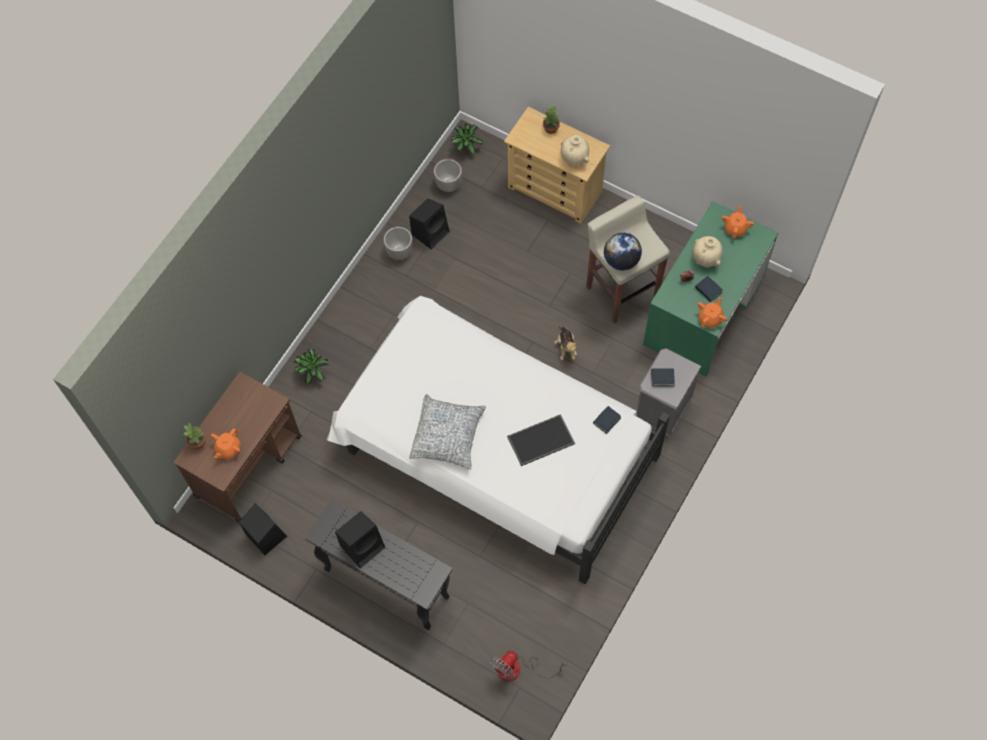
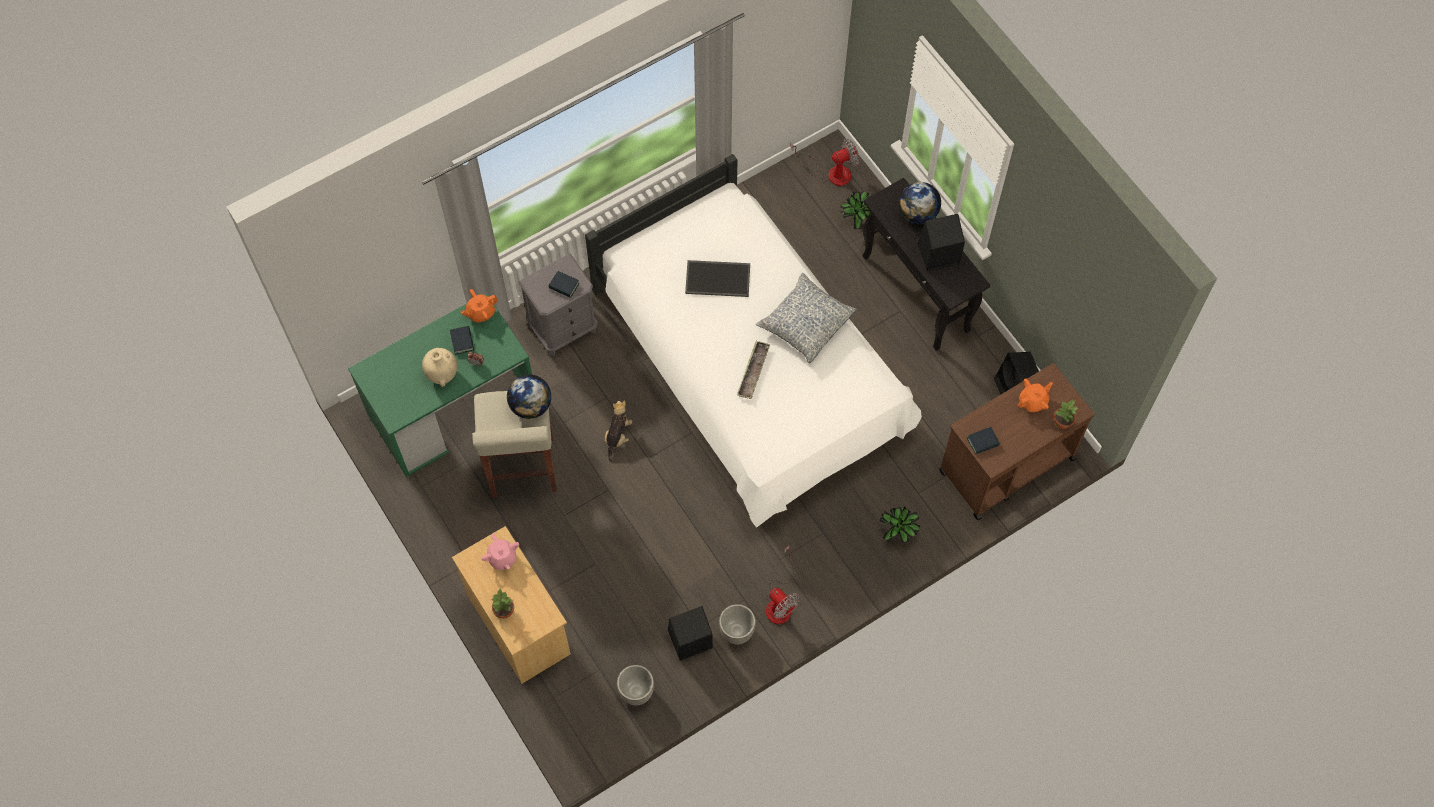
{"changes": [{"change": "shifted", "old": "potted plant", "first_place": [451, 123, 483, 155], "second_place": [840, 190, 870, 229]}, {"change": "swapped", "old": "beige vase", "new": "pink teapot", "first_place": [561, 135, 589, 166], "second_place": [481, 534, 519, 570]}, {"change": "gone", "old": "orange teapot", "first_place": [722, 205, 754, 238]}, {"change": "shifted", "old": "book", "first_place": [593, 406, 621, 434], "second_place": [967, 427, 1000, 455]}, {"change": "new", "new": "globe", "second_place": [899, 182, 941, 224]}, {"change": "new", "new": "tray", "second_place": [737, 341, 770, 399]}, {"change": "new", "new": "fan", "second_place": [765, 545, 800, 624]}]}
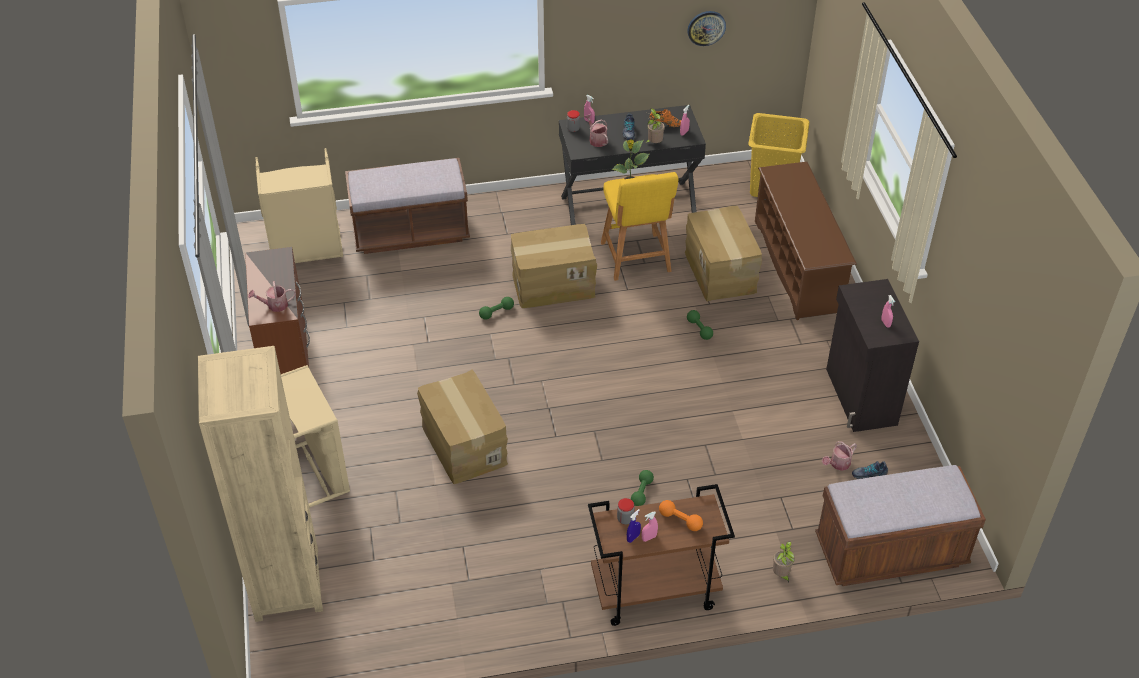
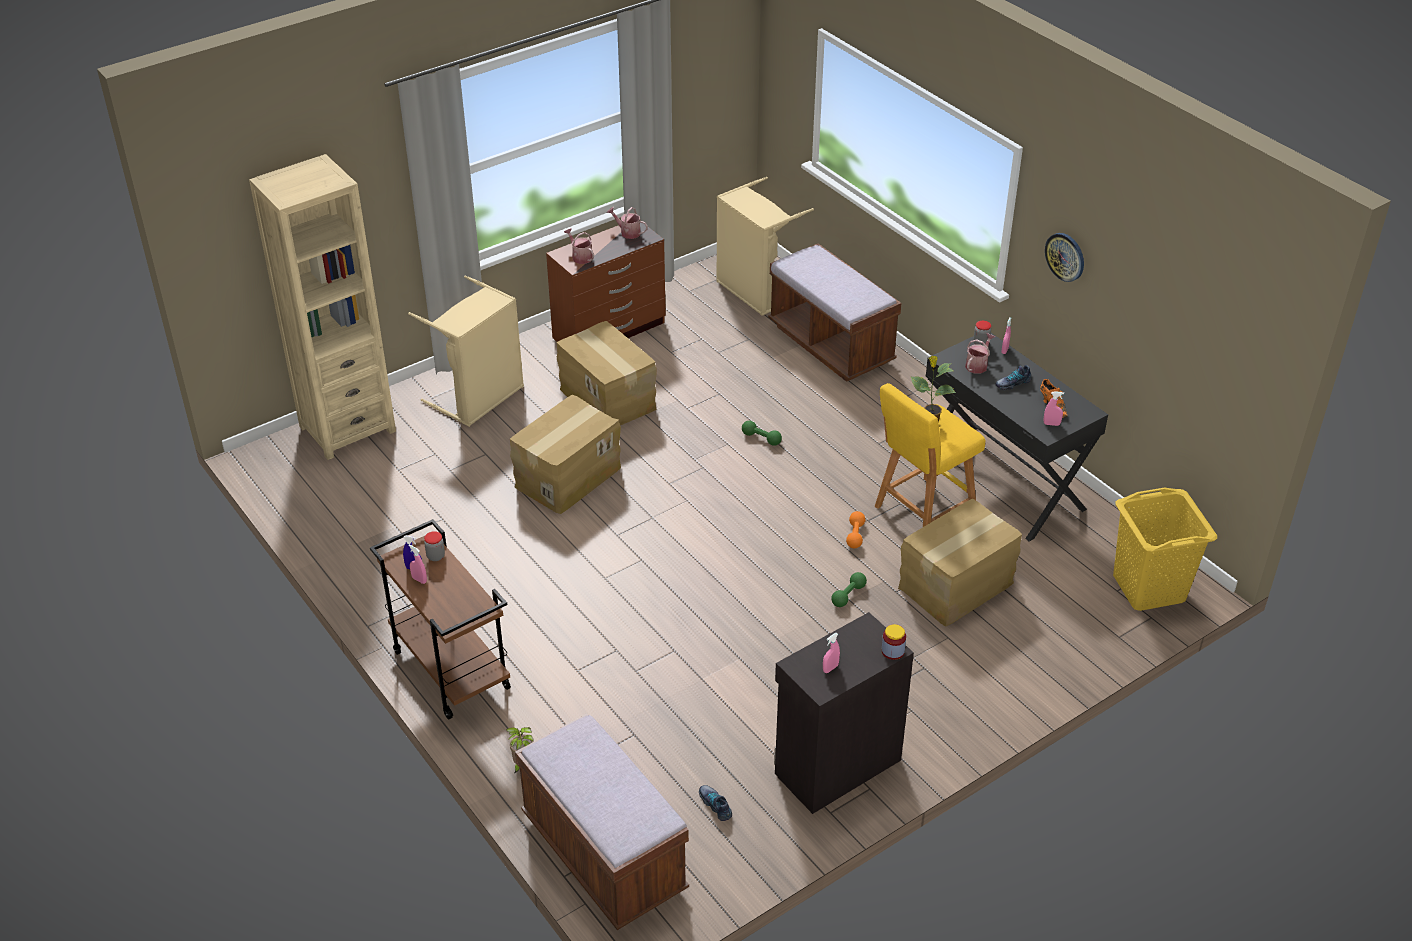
{"changes": [{"change": "shifted", "old": "wall clock", "first_place": [687, 11, 726, 46], "second_place": [1045, 233, 1084, 282]}, {"change": "gone", "old": "potted plant", "first_place": [645, 108, 665, 143]}, {"change": "gone", "old": "brown shoe rack", "first_place": [755, 162, 857, 320]}, {"change": "shifted", "old": "cardboard box", "first_place": [511, 224, 597, 308], "second_place": [557, 321, 657, 425]}, {"change": "shifted", "old": "watering can", "first_place": [822, 441, 857, 471], "second_place": [606, 207, 648, 239]}, {"change": "gone", "old": "green dumbbell", "first_place": [631, 470, 654, 506]}, {"change": "shifted", "old": "orange dumbbell", "first_place": [659, 500, 703, 531], "second_place": [846, 511, 865, 548]}, {"change": "new", "new": "jar", "second_place": [881, 624, 906, 660]}]}
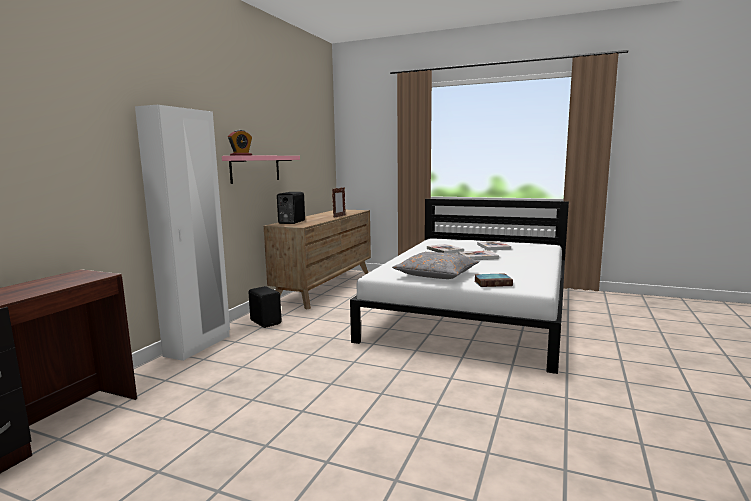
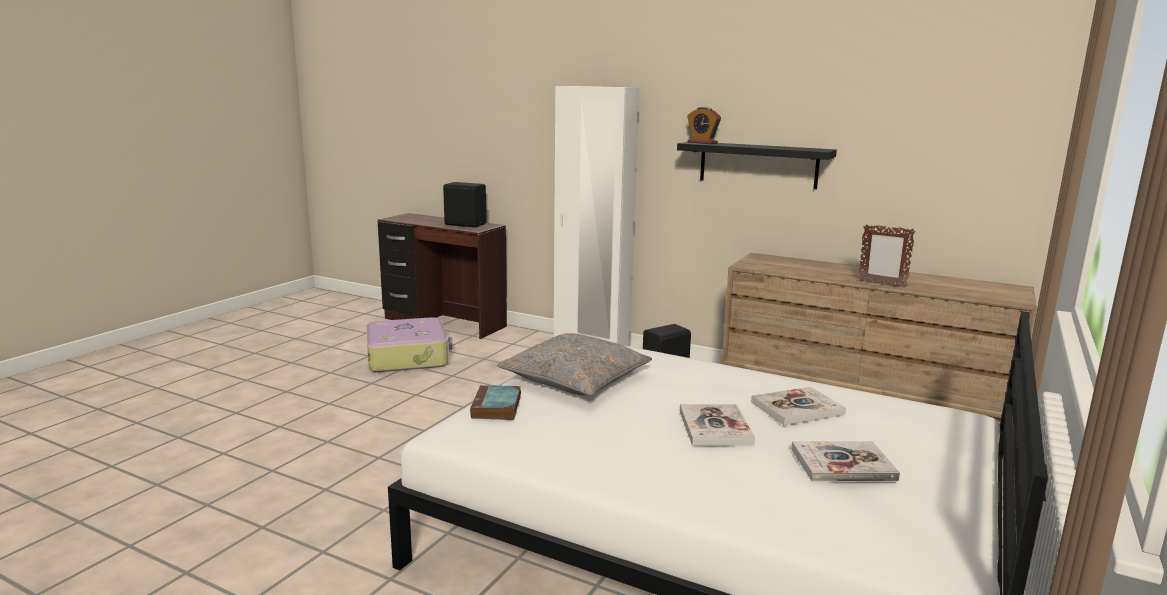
{"changes": [{"change": "repainted", "old": "pink shelf", "new": "black shelf", "first_place": [222, 155, 300, 184], "second_place": [677, 142, 837, 189]}, {"change": "shifted", "old": "black speaker", "first_place": [277, 192, 305, 224], "second_place": [443, 182, 486, 227]}, {"change": "new", "new": "suitcase", "second_place": [367, 317, 452, 372]}]}
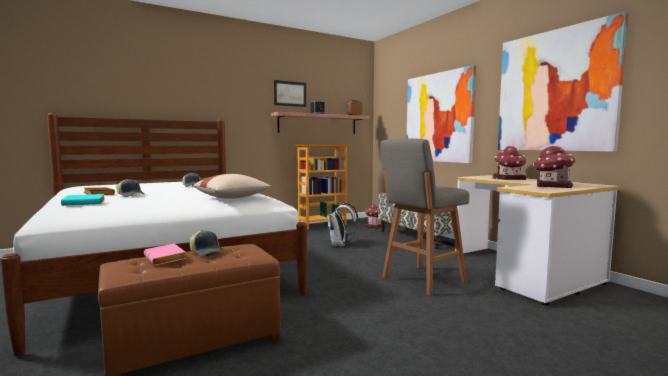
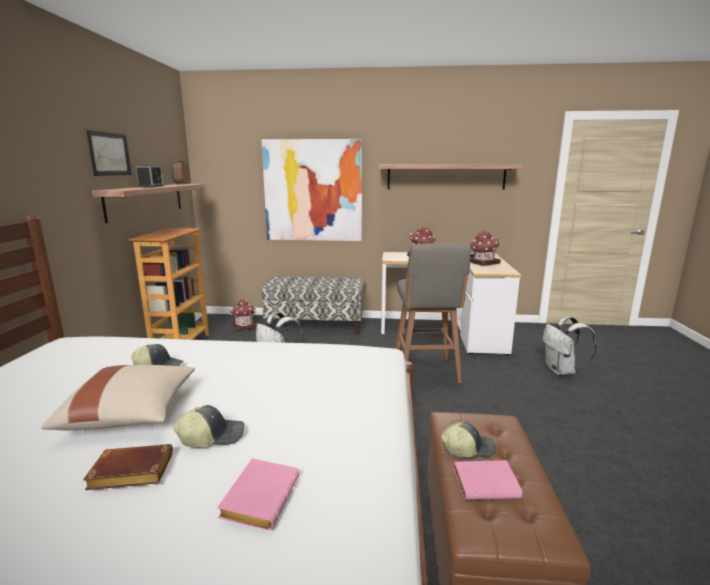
{"changes": [{"change": "swapped", "old": "picture", "new": "shelf", "first_place": [498, 11, 629, 152], "second_place": [378, 164, 523, 190]}, {"change": "shifted", "old": "beige pillow", "first_place": [193, 174, 271, 199], "second_place": [41, 365, 195, 430]}, {"change": "repainted", "old": "turquoise book", "new": "pink book", "first_place": [61, 194, 105, 206], "second_place": [217, 459, 299, 530]}, {"change": "new", "new": "white backpack", "second_place": [543, 317, 597, 375]}]}
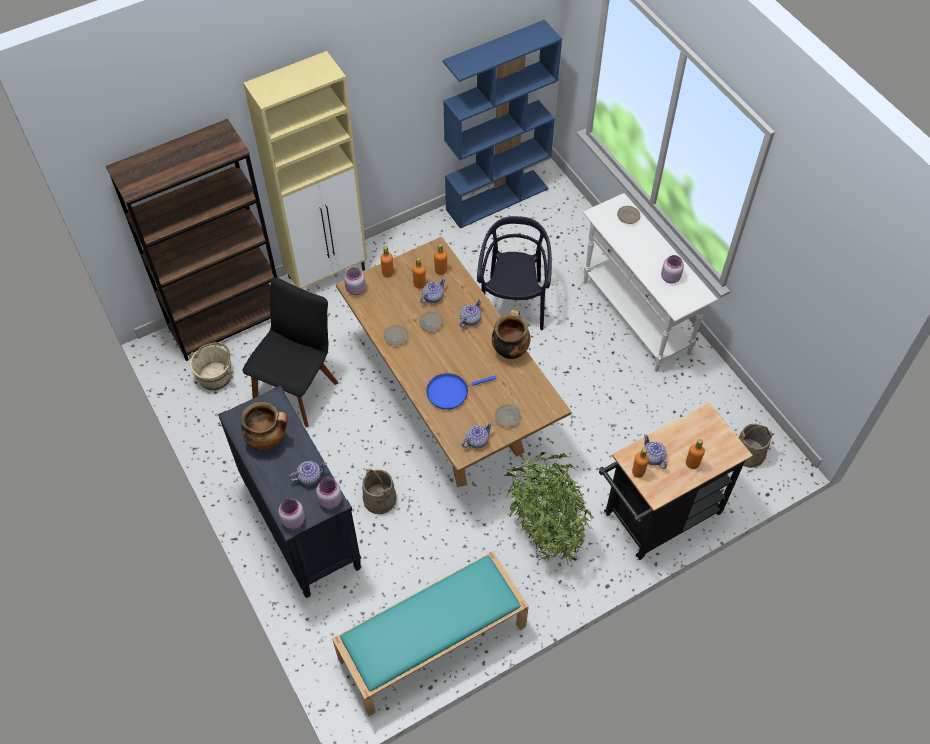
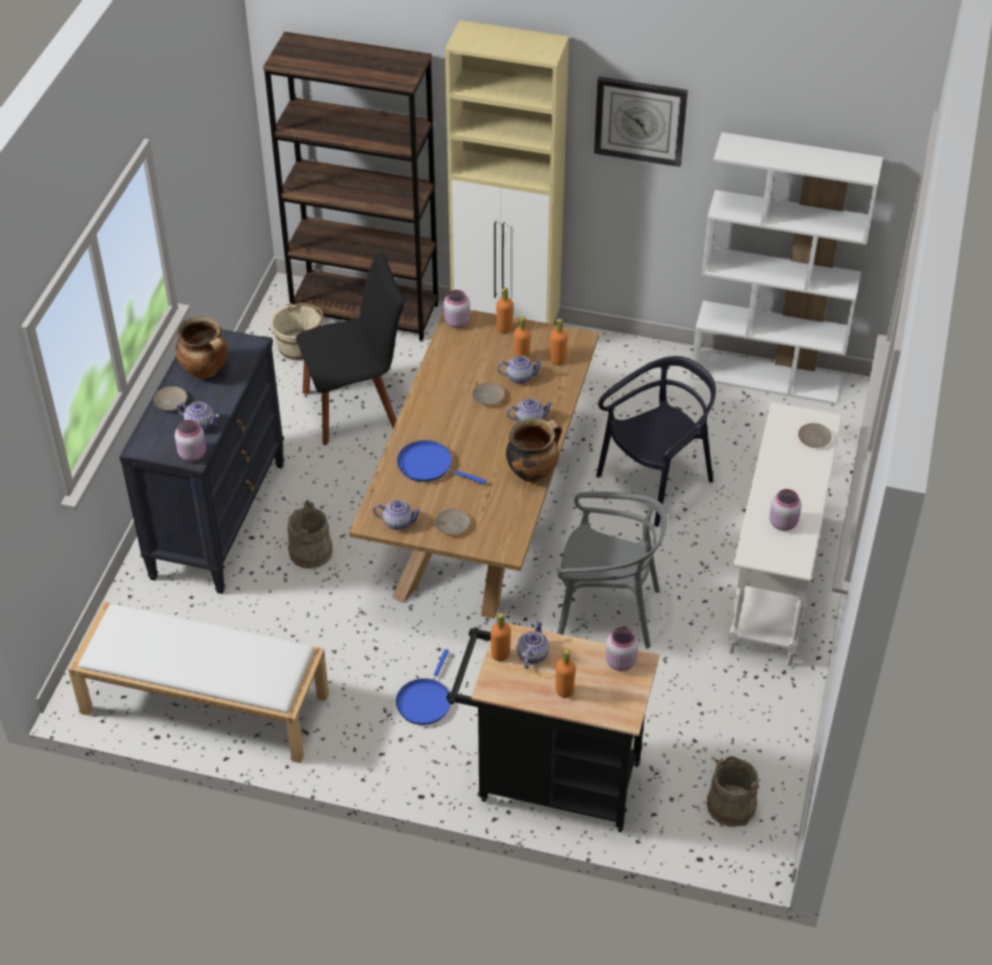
{"changes": [{"change": "repainted", "old": "blue bookcase", "new": "white bookcase", "first_place": [443, 20, 562, 229], "second_place": [690, 132, 883, 405]}, {"change": "shifted", "old": "beige plate", "first_place": [384, 325, 408, 345], "second_place": [154, 386, 187, 411]}, {"change": "swapped", "old": "potted plant", "new": "blue frying pan", "first_place": [504, 452, 593, 567], "second_place": [396, 649, 451, 725]}, {"change": "shifted", "old": "pink jar", "first_place": [278, 498, 305, 529], "second_place": [606, 627, 638, 671]}, {"change": "repainted", "old": "turquoise bench", "new": "white bench", "first_place": [332, 551, 529, 716], "second_place": [68, 602, 329, 763]}, {"change": "new", "new": "wall clock", "second_place": [594, 77, 688, 167]}, {"change": "new", "new": "grey chair", "second_place": [557, 492, 667, 648]}]}
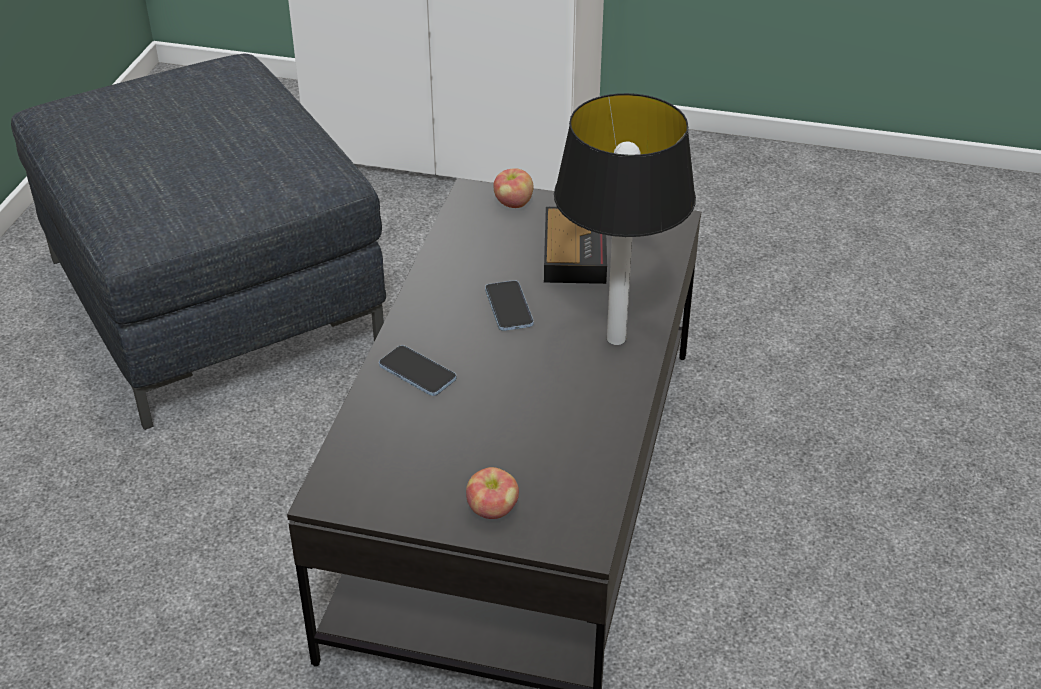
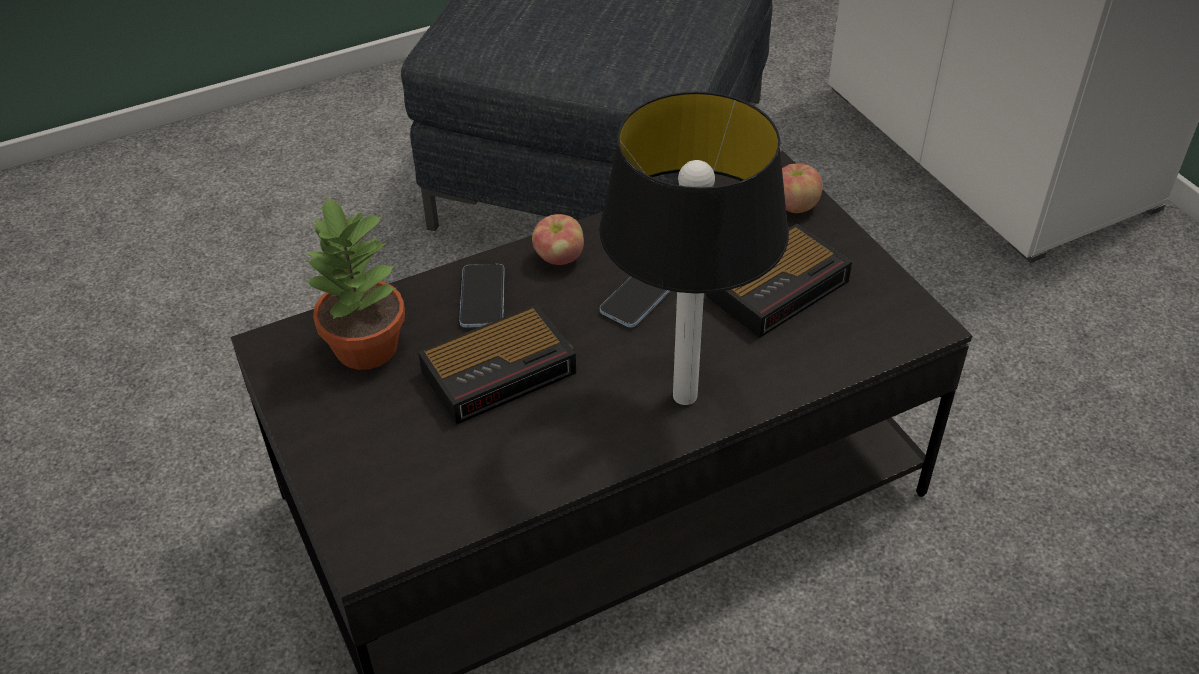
{"changes": [{"change": "shifted", "old": "apple", "first_place": [466, 467, 519, 519], "second_place": [532, 214, 584, 265]}, {"change": "new", "new": "potted plant", "second_place": [303, 194, 405, 370]}, {"change": "new", "new": "alarm clock", "second_place": [418, 304, 576, 425]}]}
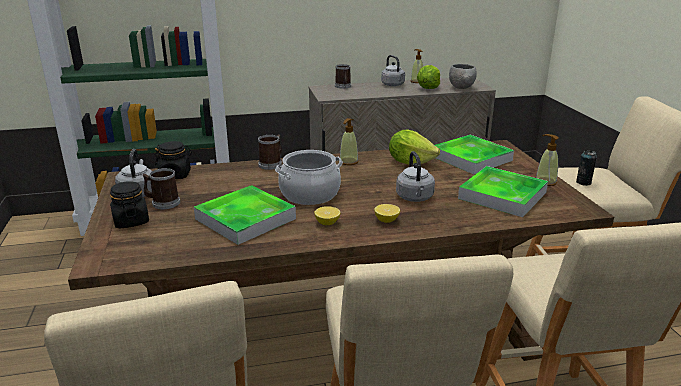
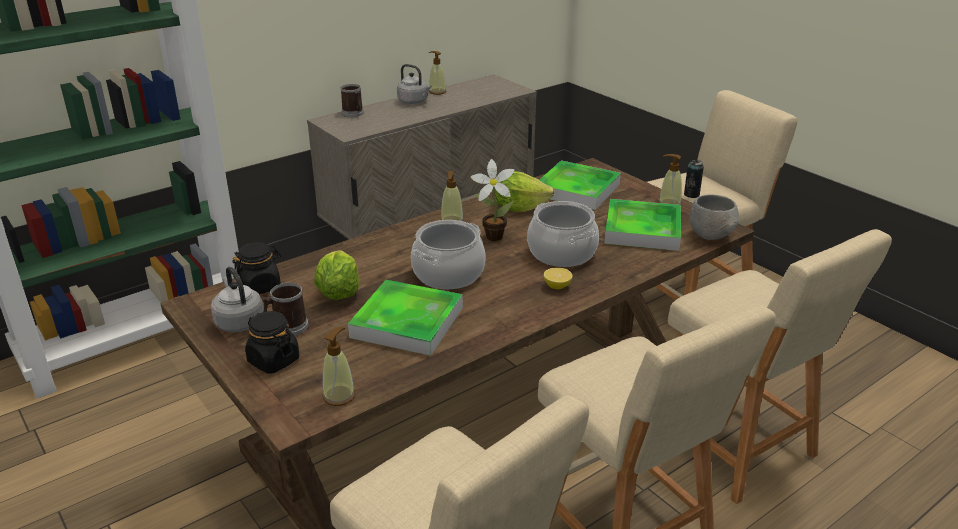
{"changes": [{"change": "shifted", "old": "grey bowl", "first_place": [449, 64, 477, 89], "second_place": [689, 194, 739, 240]}, {"change": "shifted", "old": "lettuce", "first_place": [417, 65, 440, 89], "second_place": [314, 250, 360, 300]}, {"change": "gone", "old": "mug", "first_place": [258, 134, 282, 170]}, {"change": "swapped", "old": "grey kettle", "new": "cooking pot", "first_place": [396, 151, 435, 202], "second_place": [527, 201, 599, 267]}, {"change": "gone", "old": "lemon", "first_place": [314, 206, 340, 225]}, {"change": "new", "new": "potted plant", "second_place": [471, 159, 515, 241]}, {"change": "new", "new": "soap dispenser", "second_place": [322, 327, 355, 406]}]}
